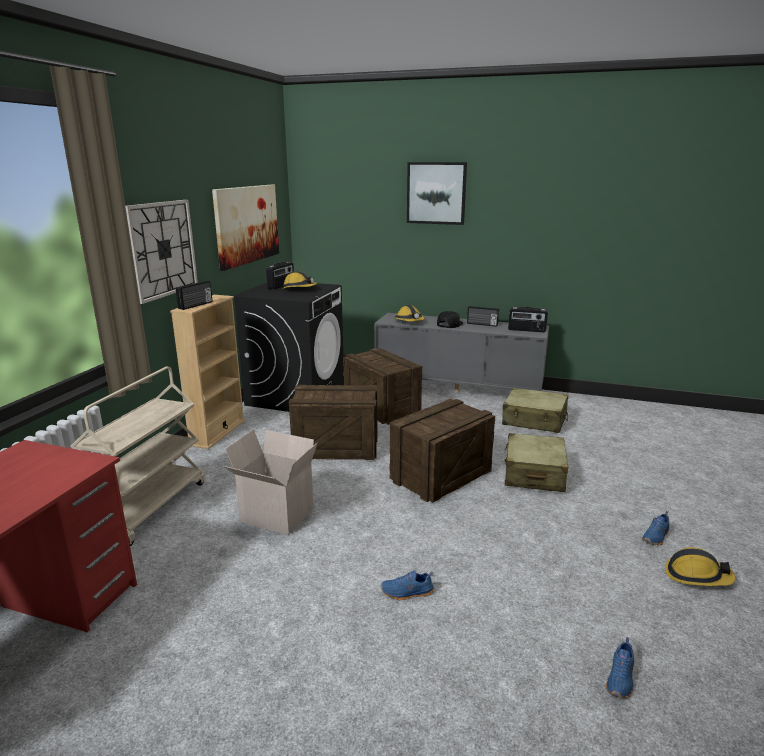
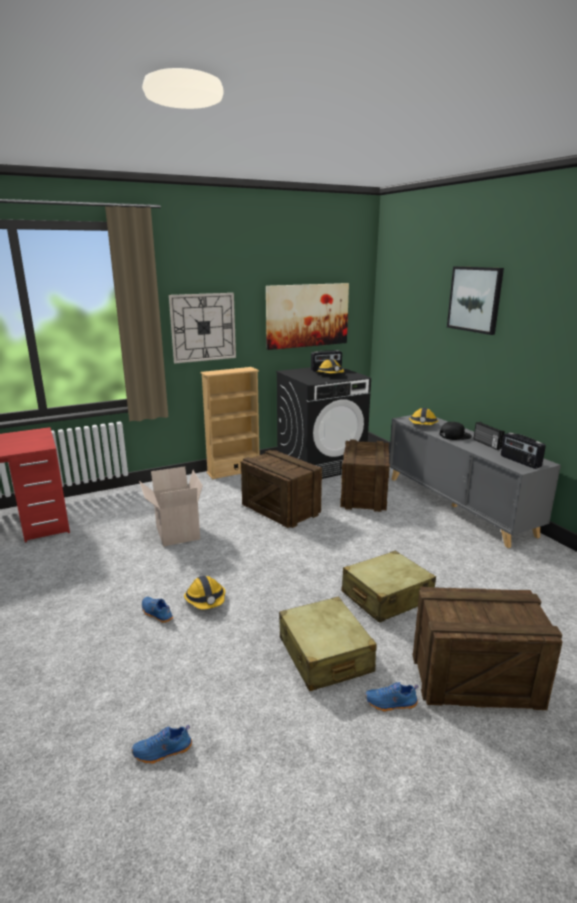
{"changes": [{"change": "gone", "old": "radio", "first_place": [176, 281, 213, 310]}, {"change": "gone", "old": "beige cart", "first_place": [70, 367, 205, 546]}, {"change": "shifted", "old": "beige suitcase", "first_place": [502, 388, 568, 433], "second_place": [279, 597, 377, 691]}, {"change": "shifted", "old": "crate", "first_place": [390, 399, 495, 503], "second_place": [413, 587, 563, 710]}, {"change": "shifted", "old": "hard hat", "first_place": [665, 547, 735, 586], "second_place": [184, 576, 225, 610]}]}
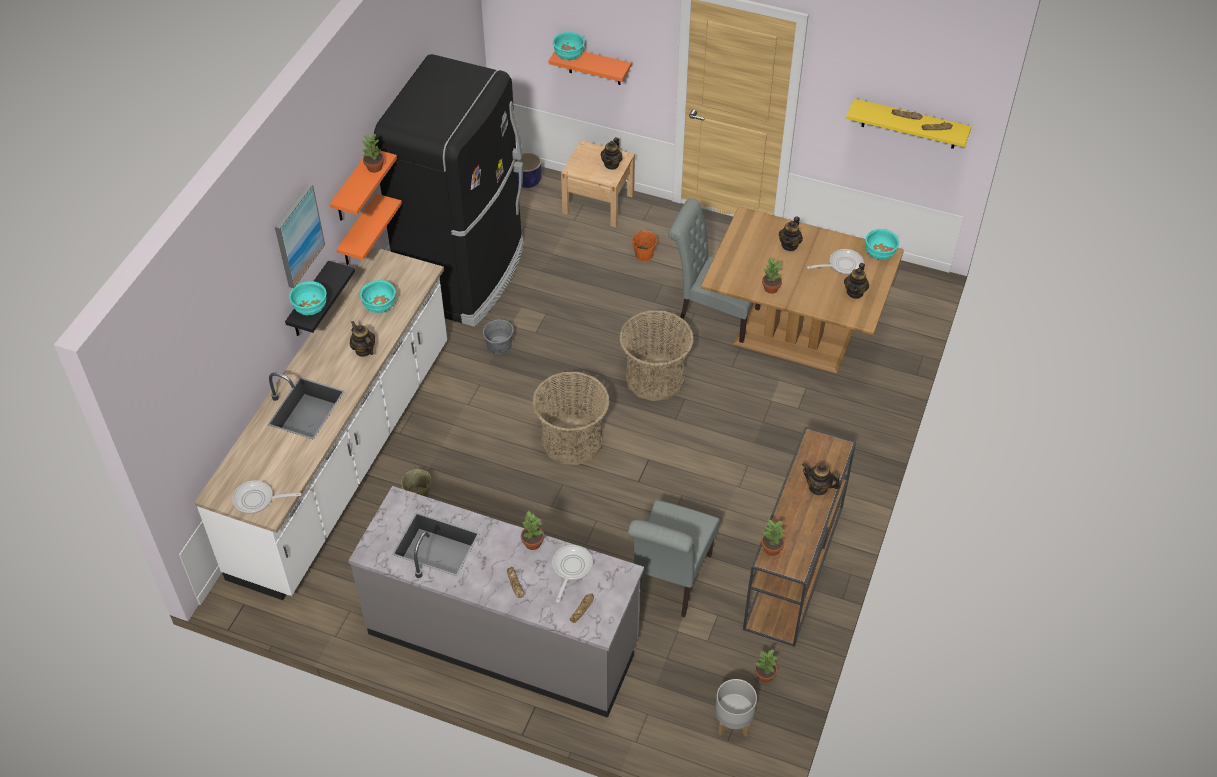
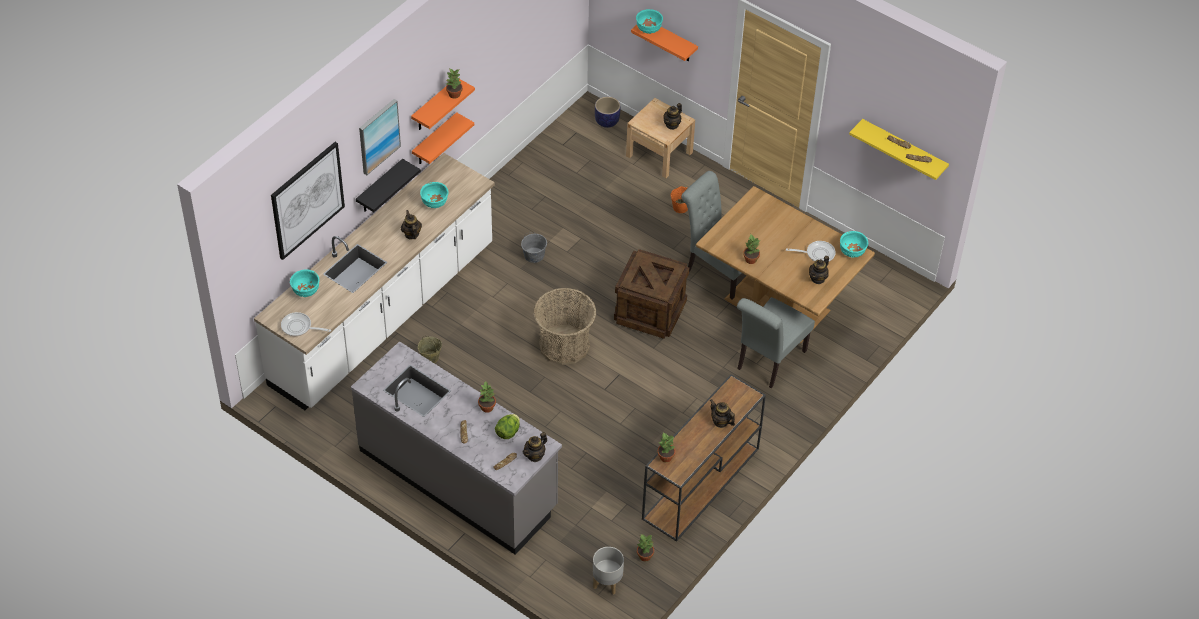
{"changes": [{"change": "gone", "old": "black fridge", "first_place": [374, 54, 524, 327]}, {"change": "shifted", "old": "teapot", "first_place": [779, 216, 803, 251], "second_place": [522, 432, 547, 462]}, {"change": "shifted", "old": "turquoise bowl", "first_place": [289, 281, 326, 315], "second_place": [290, 270, 319, 297]}, {"change": "swapped", "old": "basket", "new": "crate", "first_place": [619, 310, 694, 401], "second_place": [614, 249, 689, 339]}, {"change": "shifted", "old": "grey chair", "first_place": [628, 500, 720, 617], "second_place": [737, 297, 815, 388]}, {"change": "swapped", "old": "frying pan", "new": "lettuce", "first_place": [552, 545, 593, 603], "second_place": [495, 414, 520, 439]}, {"change": "new", "new": "picture", "second_place": [271, 142, 345, 260]}]}
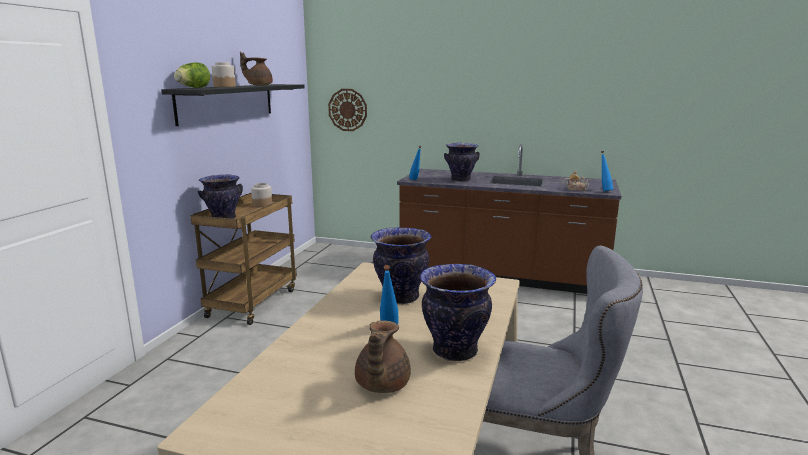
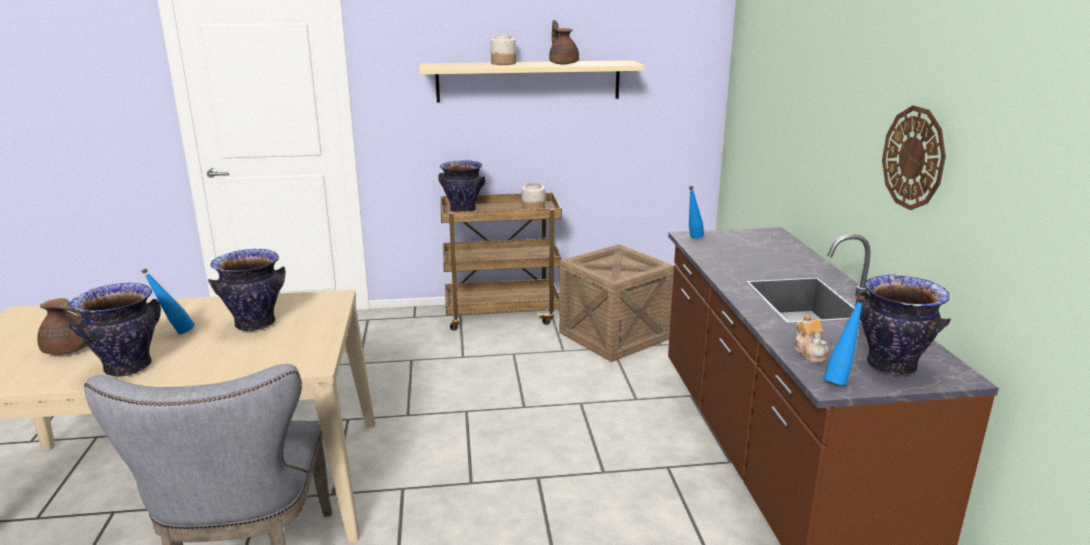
{"changes": [{"change": "gone", "old": "lettuce", "first_place": [174, 62, 210, 88]}, {"change": "repainted", "old": "black shelf", "new": "beige shelf", "first_place": [161, 84, 305, 126], "second_place": [419, 60, 645, 102]}, {"change": "shifted", "old": "wall clock", "first_place": [328, 89, 367, 131], "second_place": [882, 105, 946, 210]}, {"change": "shifted", "old": "vase", "first_place": [444, 143, 480, 182], "second_place": [855, 275, 951, 376]}, {"change": "rotated", "old": "brown teapot", "first_place": [355, 320, 411, 393], "second_place": [37, 298, 87, 355], "degrees": -150}, {"change": "new", "new": "crate", "second_place": [559, 244, 674, 362]}]}
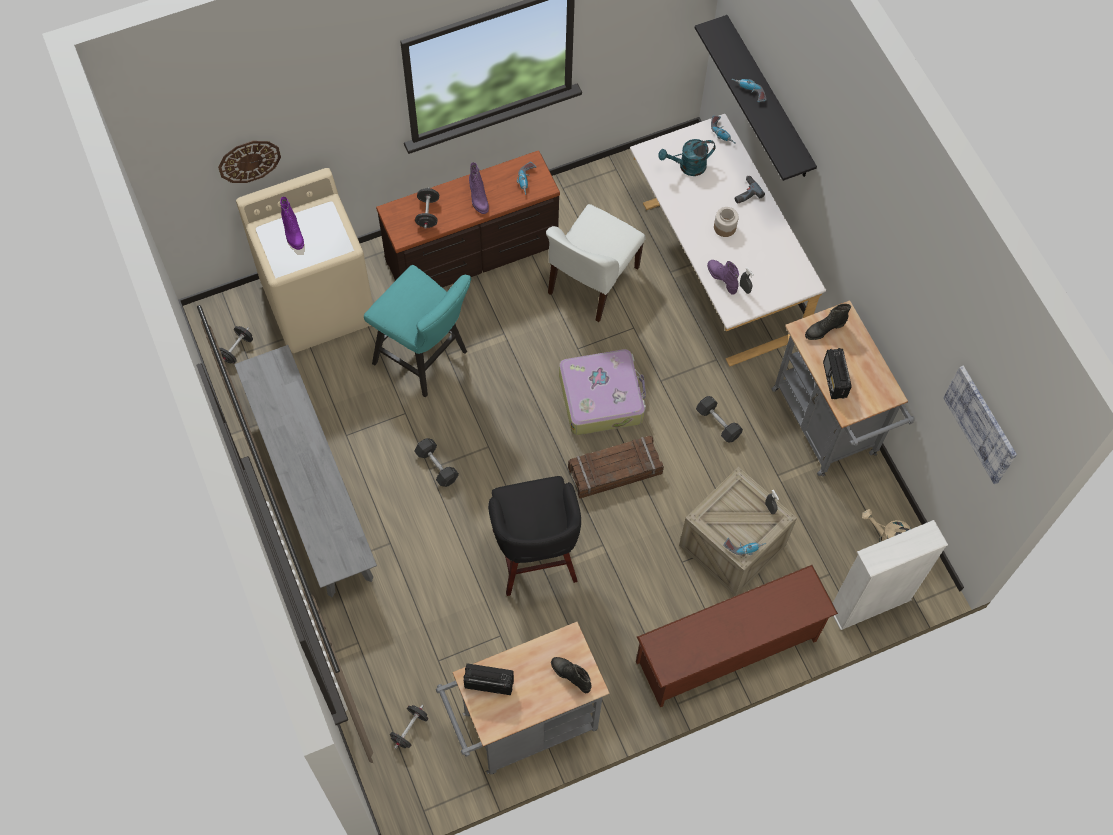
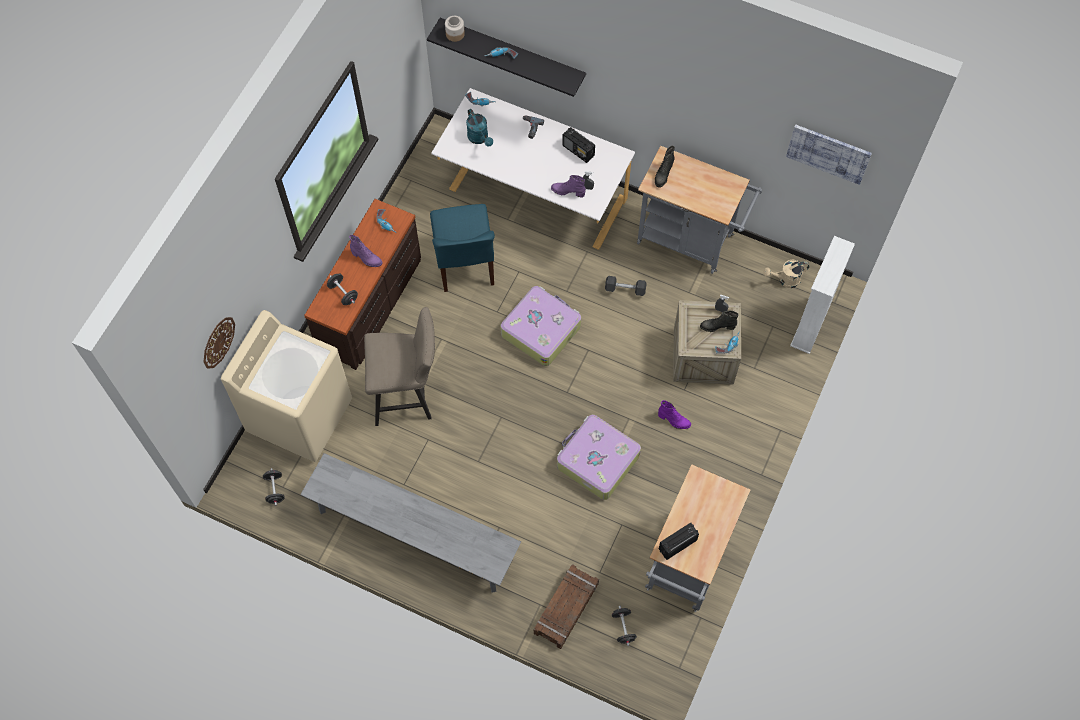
{"changes": [{"change": "rotated", "old": "turquoise watering can", "first_place": [659, 139, 715, 176], "second_place": [466, 109, 493, 147], "degrees": -60}, {"change": "shifted", "old": "purple boot", "first_place": [280, 196, 304, 250], "second_place": [658, 400, 691, 429]}, {"change": "repainted", "old": "white chair", "new": "blue chair", "first_place": [546, 204, 646, 322], "second_place": [430, 204, 495, 292]}, {"change": "shifted", "old": "jar", "first_place": [714, 207, 739, 237], "second_place": [445, 16, 465, 42]}, {"change": "repainted", "old": "turquoise stool", "new": "beige stool", "first_place": [364, 265, 471, 397], "second_place": [364, 307, 435, 426]}, {"change": "shifted", "old": "radio", "first_place": [823, 348, 851, 399], "second_place": [562, 127, 595, 163]}, {"change": "shifted", "old": "crate", "first_place": [568, 436, 664, 499], "second_place": [534, 565, 599, 649]}, {"change": "gone", "old": "grey dumbbell", "first_place": [414, 438, 459, 487]}, {"change": "swapped", "old": "black stool", "new": "suitcase", "first_place": [488, 476, 581, 596], "second_place": [557, 415, 641, 500]}, {"change": "gone", "old": "brown shoe rack", "first_place": [636, 565, 838, 707]}, {"change": "shifted", "old": "black boot", "first_place": [551, 657, 592, 693], "second_place": [700, 311, 739, 332]}]}
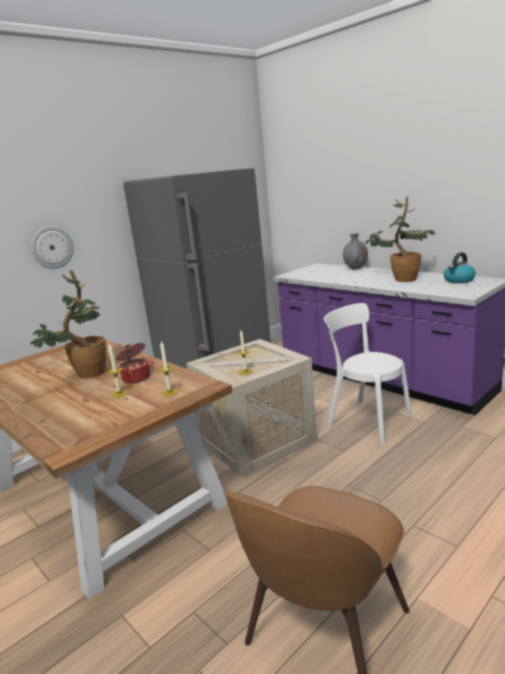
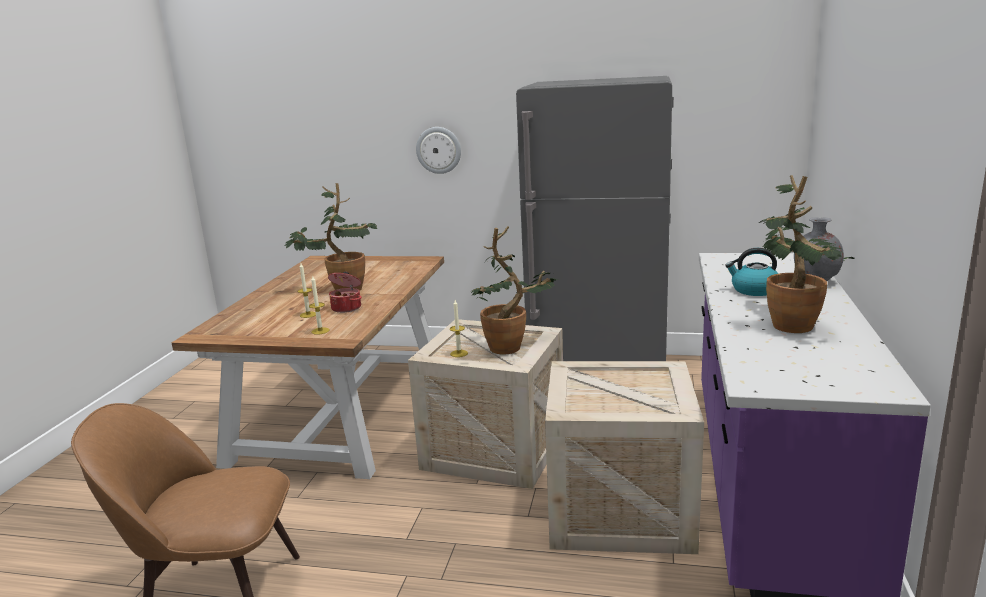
{"changes": [{"change": "shifted", "old": "kettle", "first_place": [444, 252, 476, 283], "second_place": [725, 248, 778, 296]}, {"change": "swapped", "old": "white chair", "new": "crate", "first_place": [324, 303, 413, 444], "second_place": [545, 361, 704, 554]}, {"change": "new", "new": "potted plant", "second_place": [471, 226, 557, 355]}]}
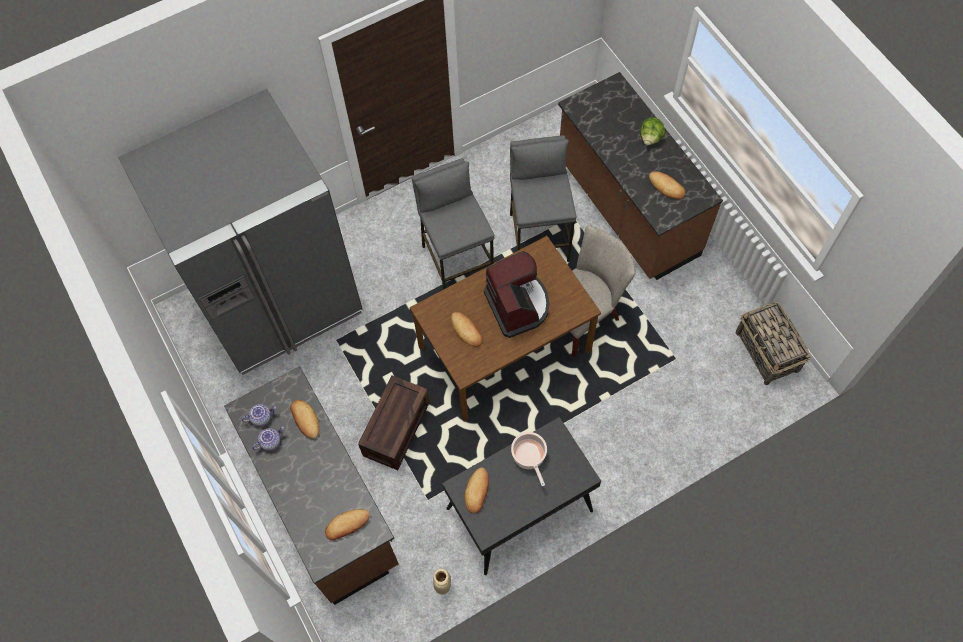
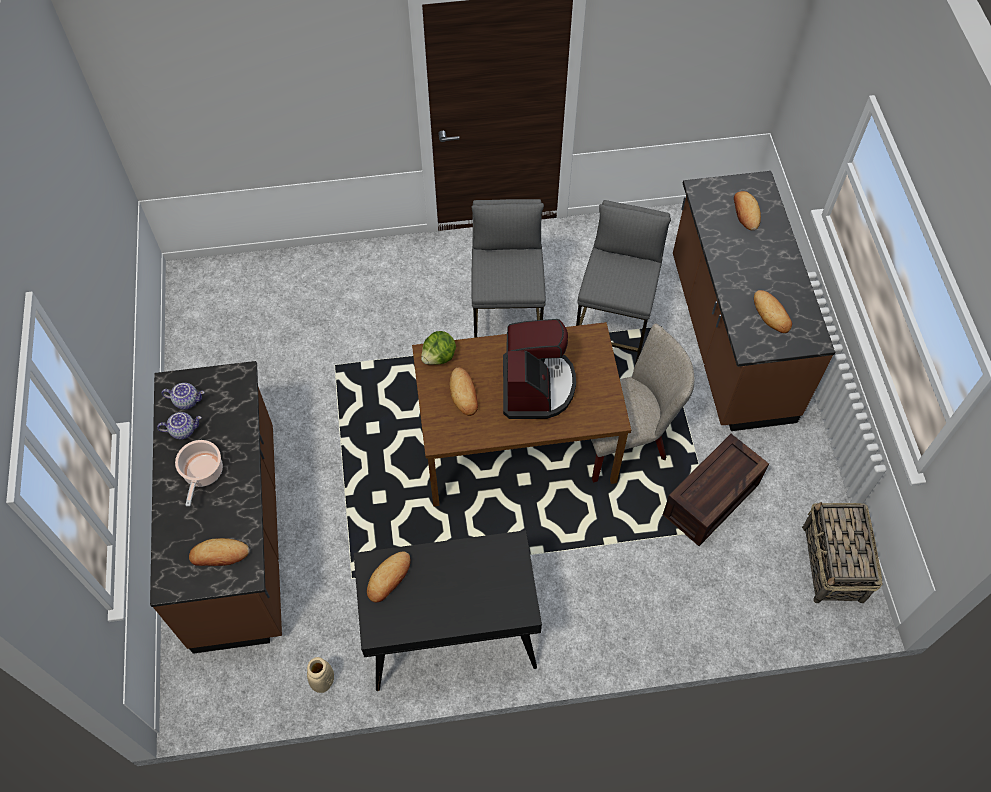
{"changes": [{"change": "gone", "old": "grey fridge", "first_place": [118, 89, 363, 375]}, {"change": "shifted", "old": "lettuce", "first_place": [640, 117, 665, 145], "second_place": [421, 331, 456, 365]}, {"change": "shifted", "old": "crate", "first_place": [358, 375, 430, 470], "second_place": [663, 434, 769, 546]}, {"change": "shifted", "old": "bread", "first_place": [290, 400, 319, 439], "second_place": [734, 191, 761, 231]}, {"change": "shifted", "old": "cooking pot", "first_place": [511, 432, 547, 486], "second_place": [175, 440, 223, 506]}]}
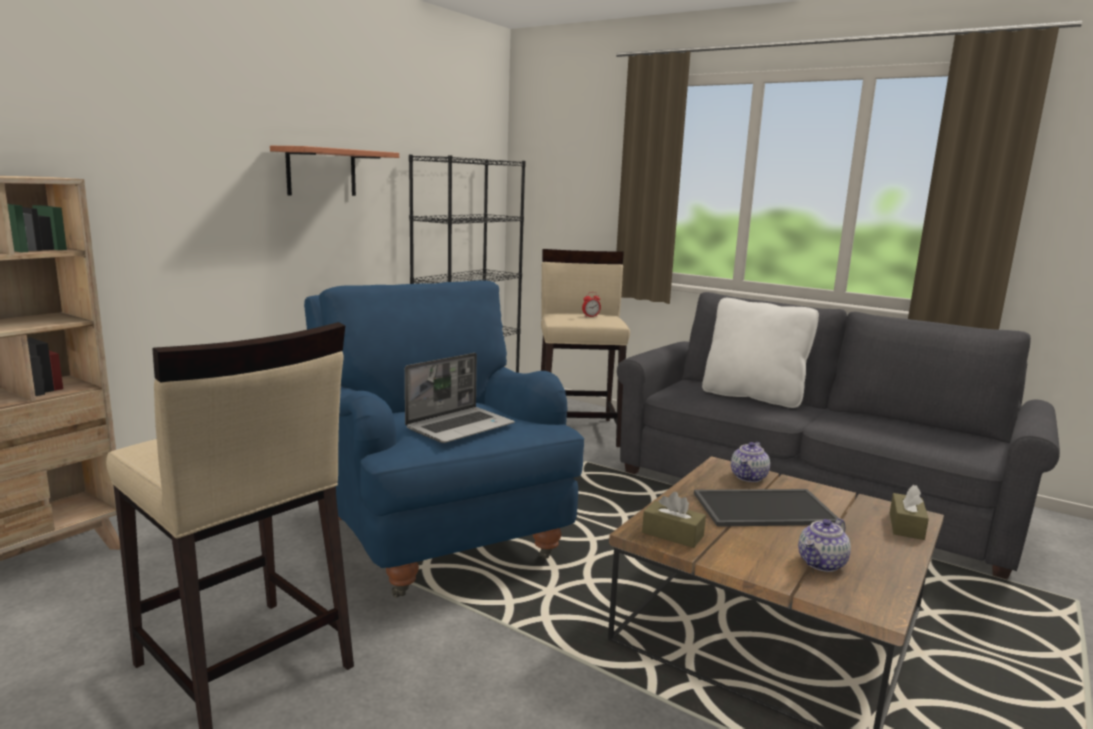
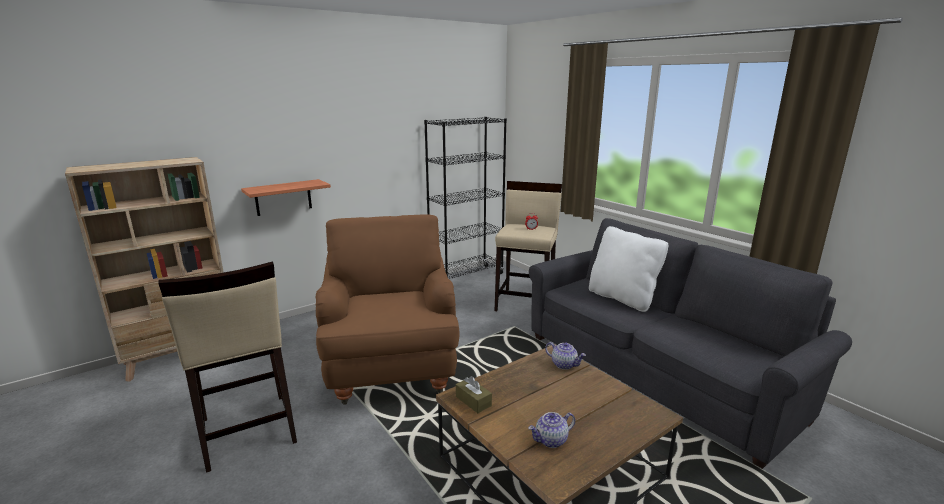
{"changes": [{"change": "shifted", "old": "shelf", "first_place": [270, 146, 399, 196], "second_place": [241, 179, 331, 216]}, {"change": "repainted", "old": "blue armchair", "new": "brown armchair", "first_place": [304, 280, 584, 598], "second_place": [315, 214, 460, 405]}, {"change": "gone", "old": "laptop", "first_place": [405, 353, 515, 443]}, {"change": "rotated", "old": "teapot", "first_place": [731, 442, 770, 482], "second_place": [545, 342, 586, 370], "degrees": -105}, {"change": "gone", "old": "brown tissue box", "first_place": [890, 485, 929, 540]}, {"change": "gone", "old": "tray", "first_place": [694, 489, 838, 527]}]}
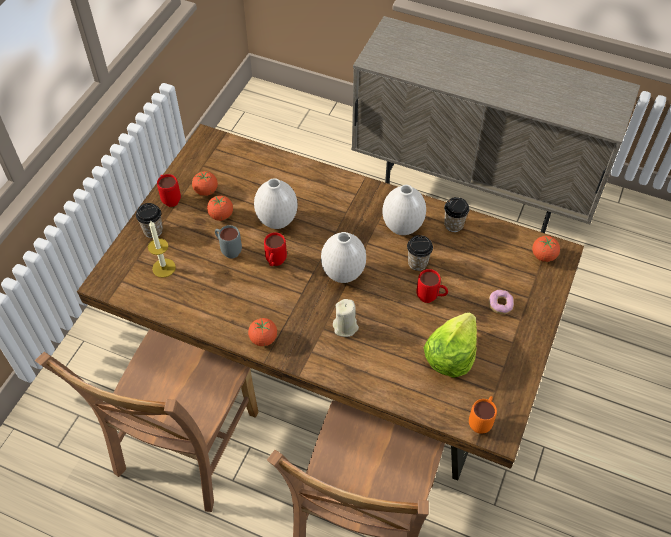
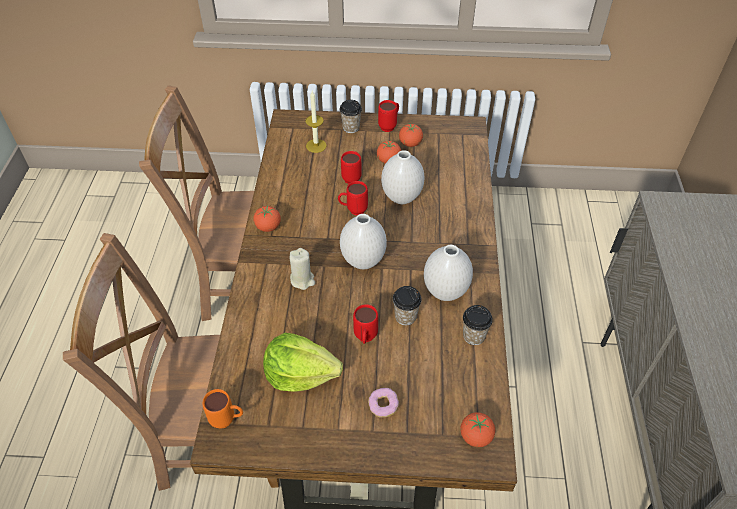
{"changes": [{"change": "repainted", "old": "grey mug", "new": "red mug", "first_place": [215, 225, 242, 258], "second_place": [341, 151, 362, 184]}]}
